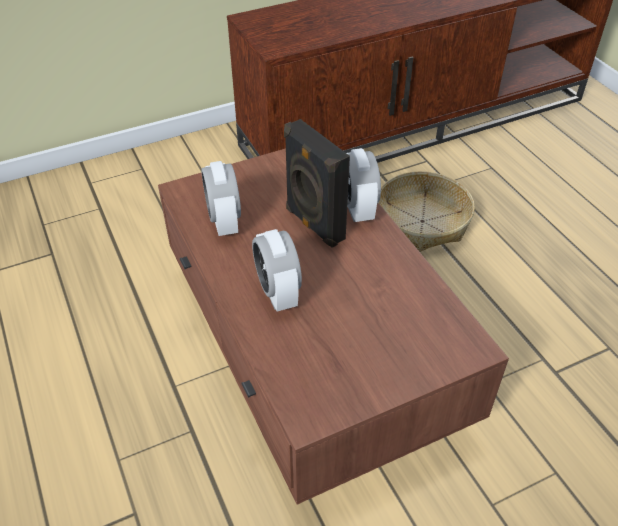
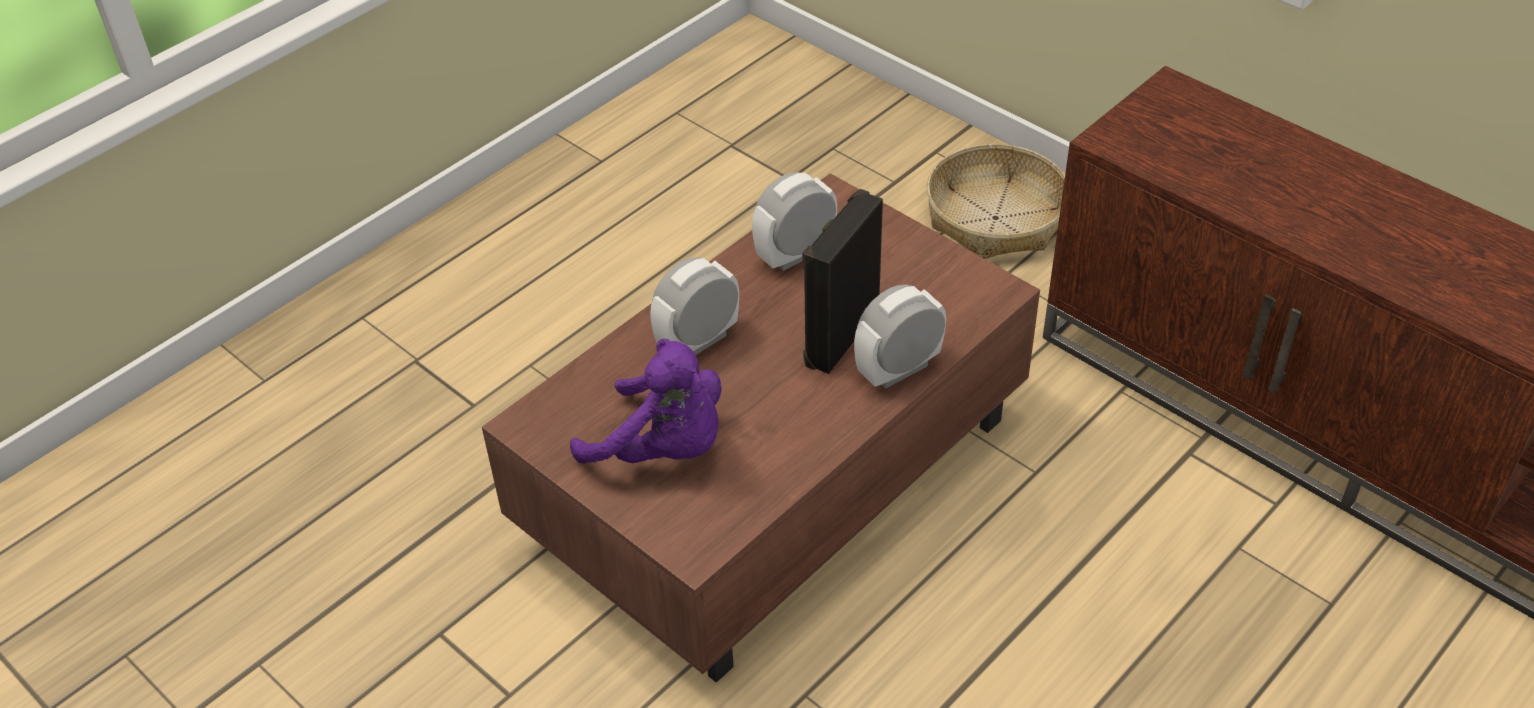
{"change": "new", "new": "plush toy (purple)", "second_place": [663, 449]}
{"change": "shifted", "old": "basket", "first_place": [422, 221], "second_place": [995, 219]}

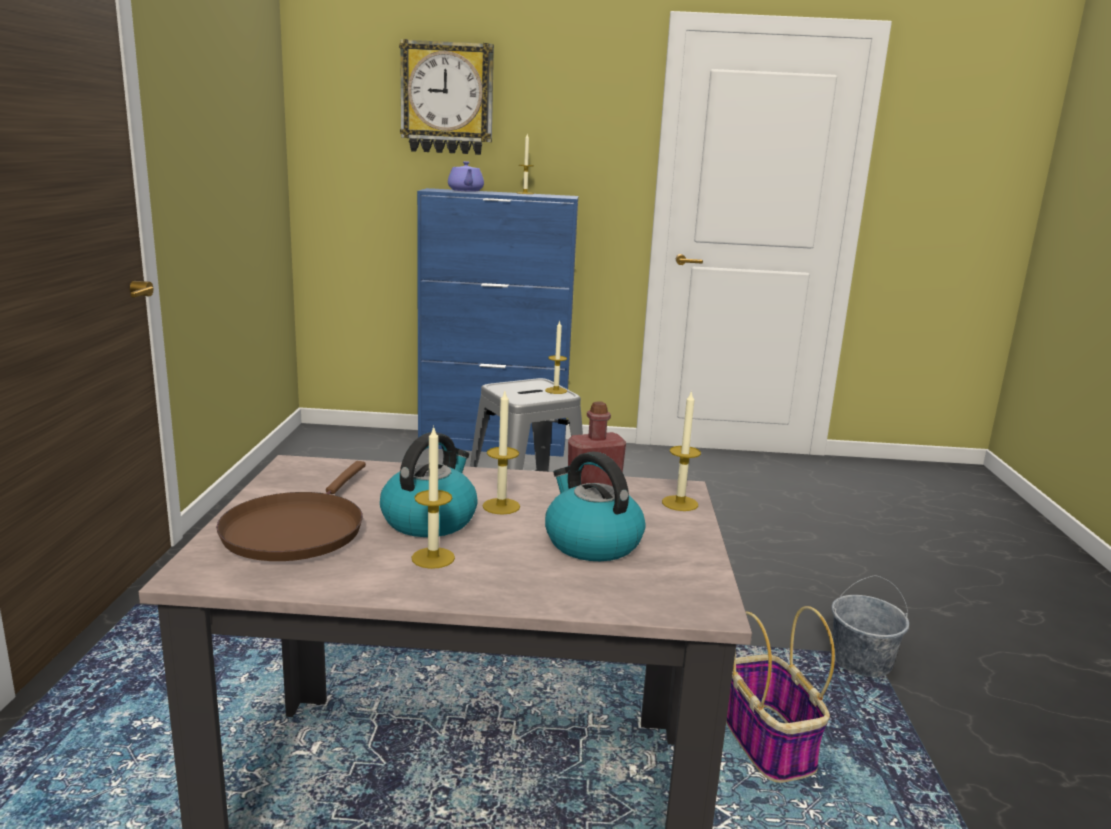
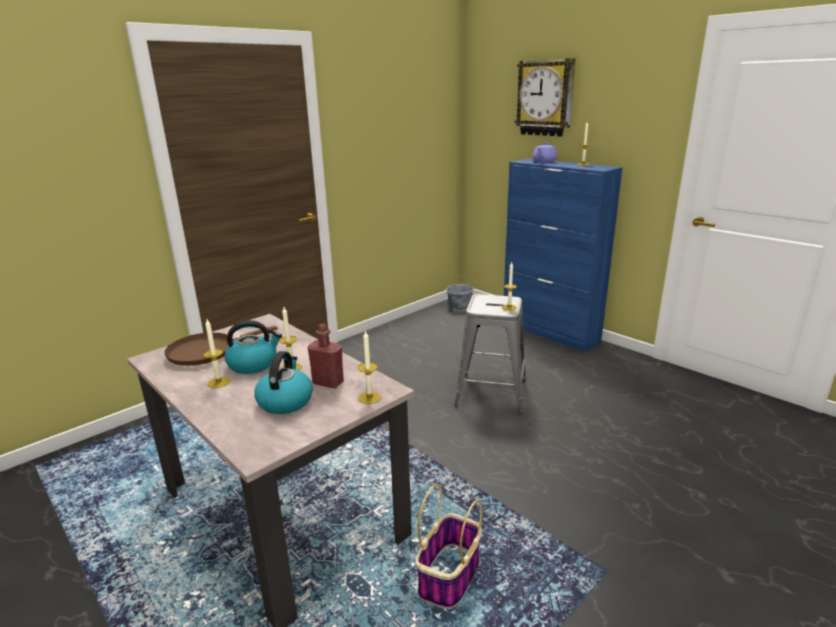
{"change": "shifted", "old": "bucket (grey)", "first_place": [860, 660], "second_place": [459, 306]}

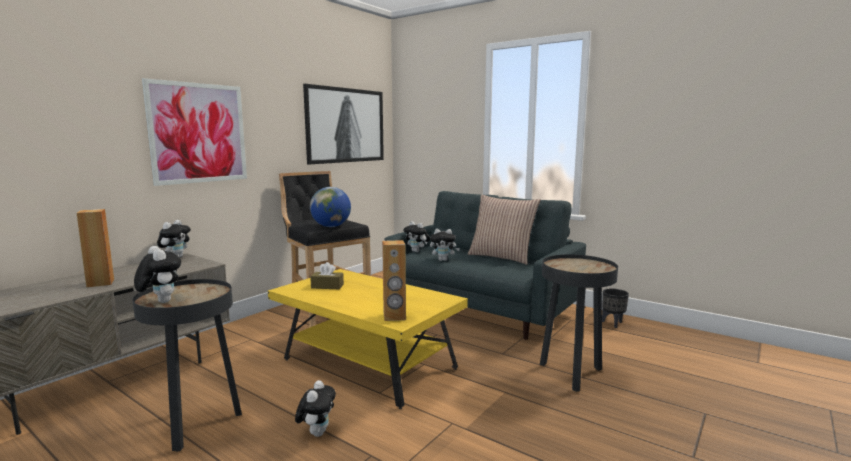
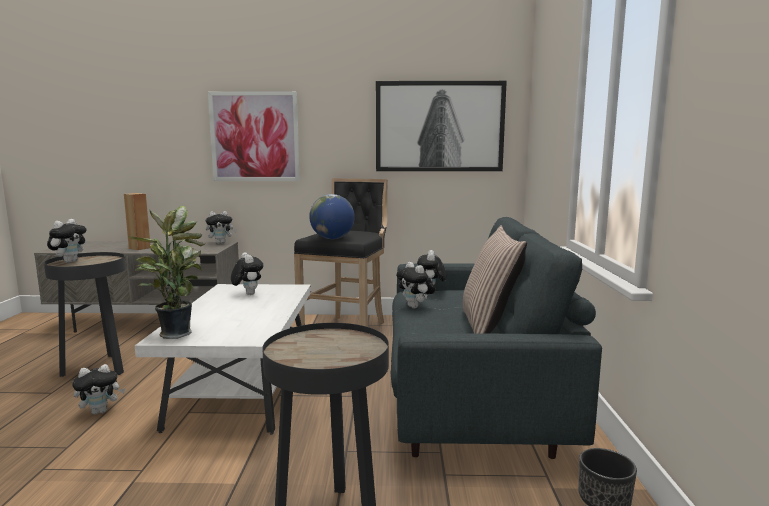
{"change": "swapped", "old": "tissue box (brown)", "new": "plush toy", "first_place": [327, 286], "second_place": [247, 294]}
{"change": "swapped", "old": "speaker (brown)", "new": "potted plant", "first_place": [394, 317], "second_place": [176, 333]}
{"change": "repainted", "old": "coffee table (yellow)", "new": "coffee table (white)", "first_place": [368, 364], "second_place": [244, 388]}

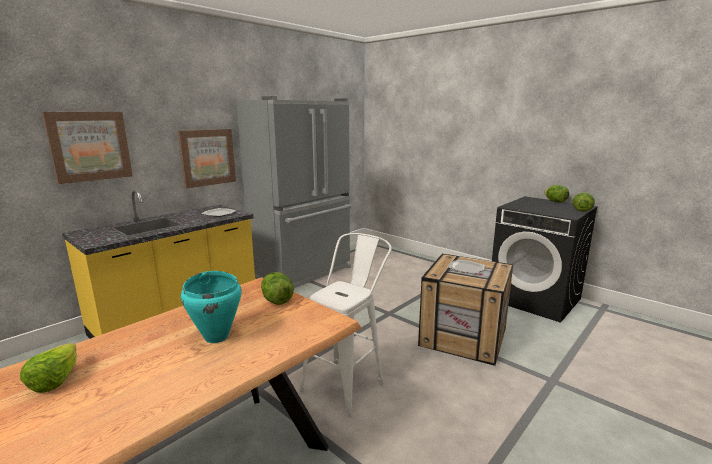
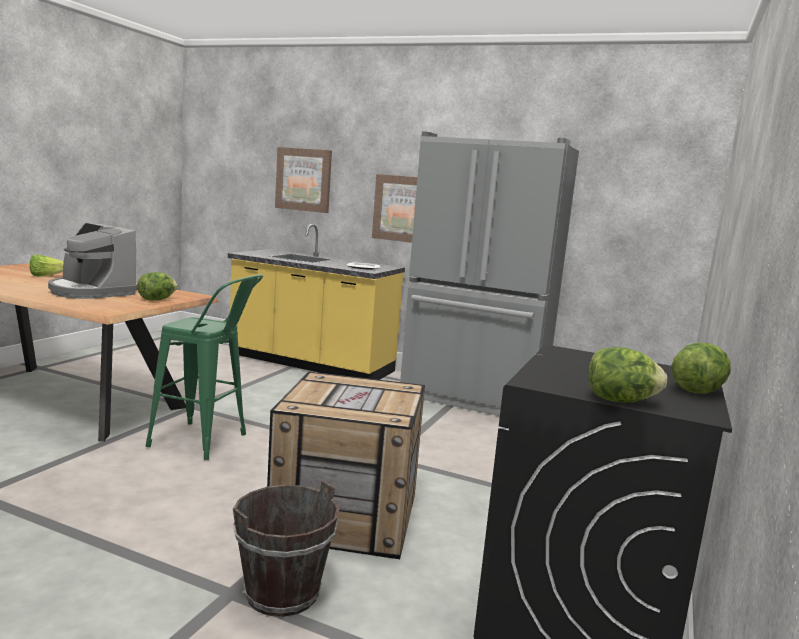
{"change": "gone", "old": "plate", "first_place": [466, 268]}
{"change": "new", "new": "bucket (brown)", "second_place": [282, 594]}
{"change": "swapped", "old": "cooking pot (turquoise)", "new": "coffee machine", "first_place": [217, 337], "second_place": [91, 292]}
{"change": "repainted", "old": "stool (white)", "new": "stool (green)", "first_place": [348, 382], "second_place": [206, 443]}

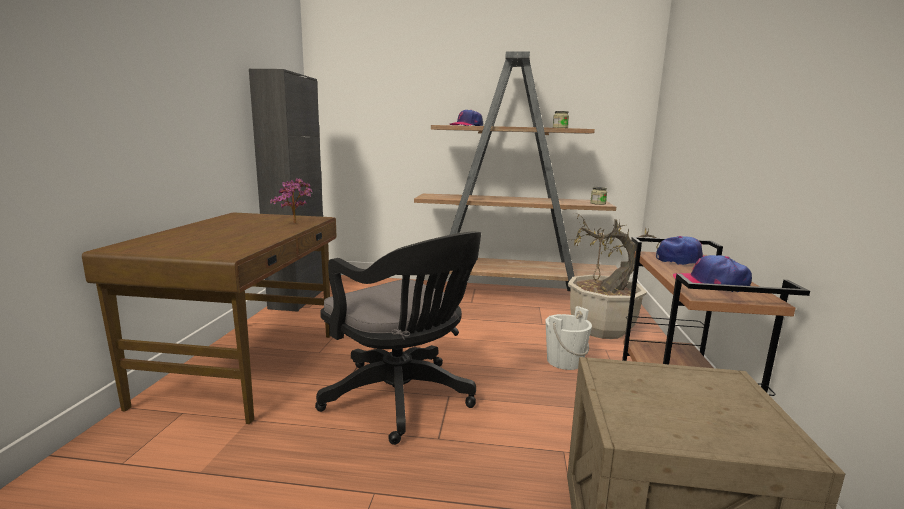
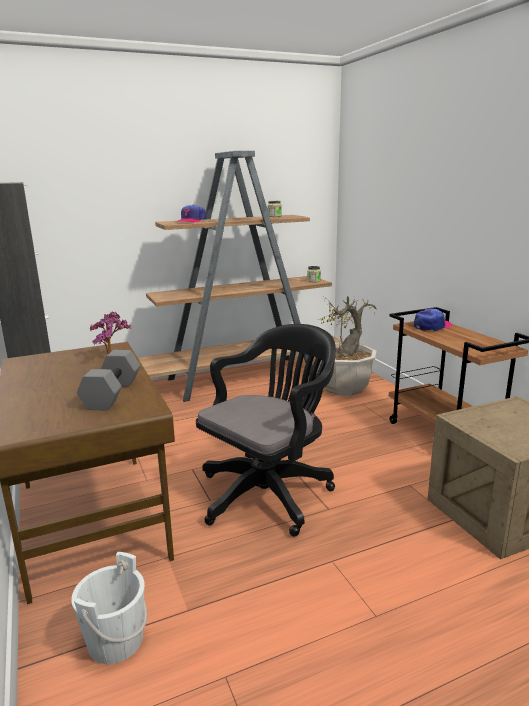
{"change": "gone", "old": "cap", "first_place": [710, 283]}
{"change": "new", "new": "dumbbell (grey)", "second_place": [111, 393]}
{"change": "shifted", "old": "bucket (white)", "first_place": [564, 361], "second_place": [115, 640]}
{"change": "rotated", "old": "office chair (black)", "first_place": [403, 399], "second_place": [270, 491], "degrees": -60}

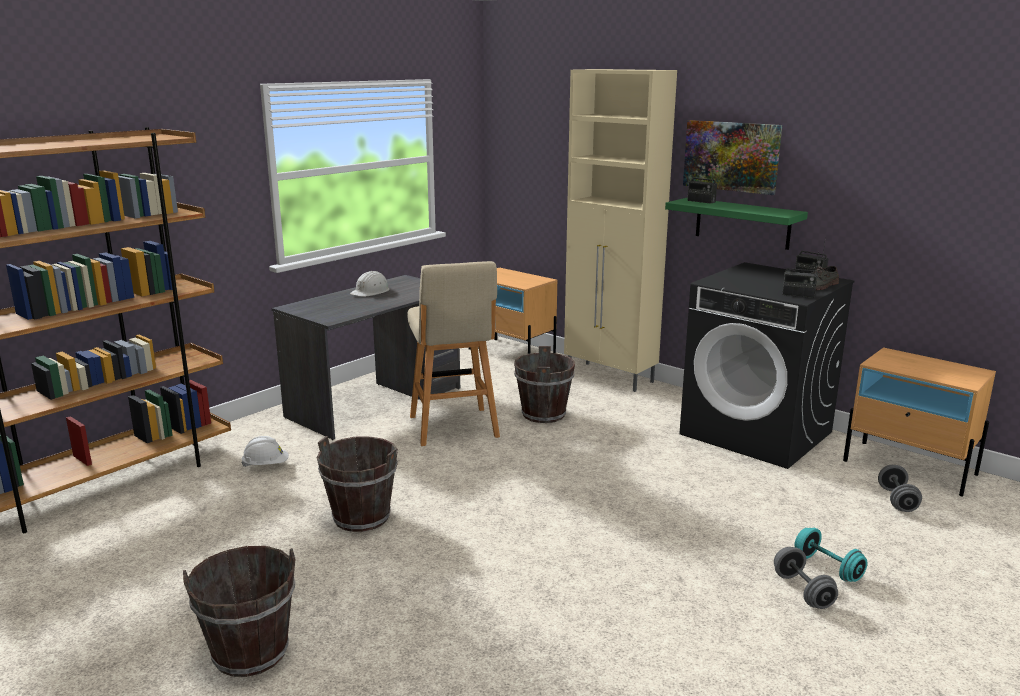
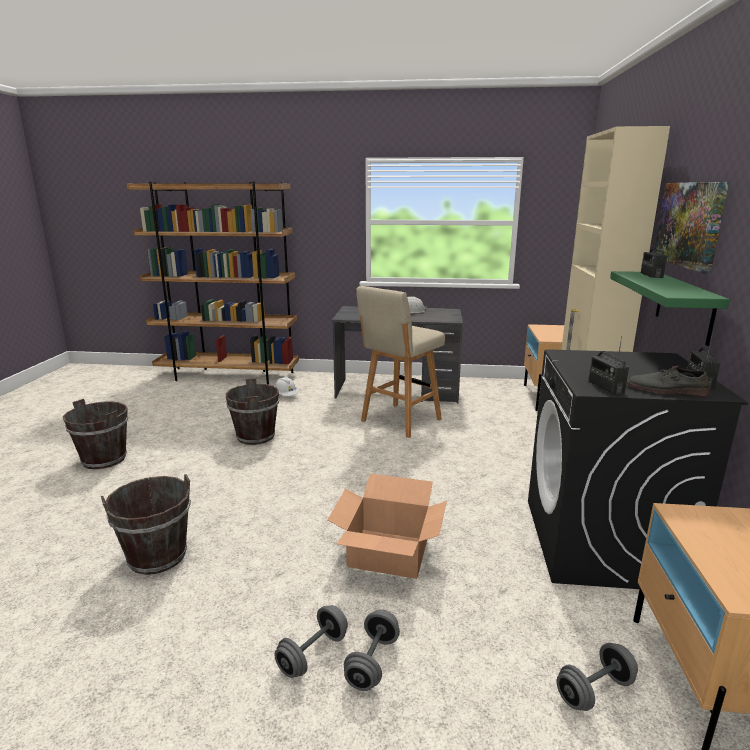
{"change": "new", "new": "cardboard box", "second_place": [388, 553]}
{"change": "shifted", "old": "bucket (brown)", "first_place": [544, 414], "second_place": [157, 557]}
{"change": "repainted", "old": "dumbbell (turquoise)", "new": "dumbbell (grey)", "first_place": [828, 568], "second_place": [372, 662]}

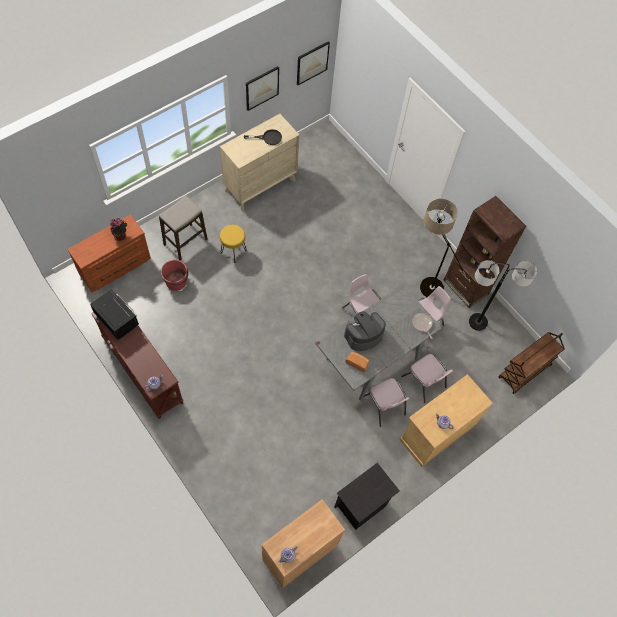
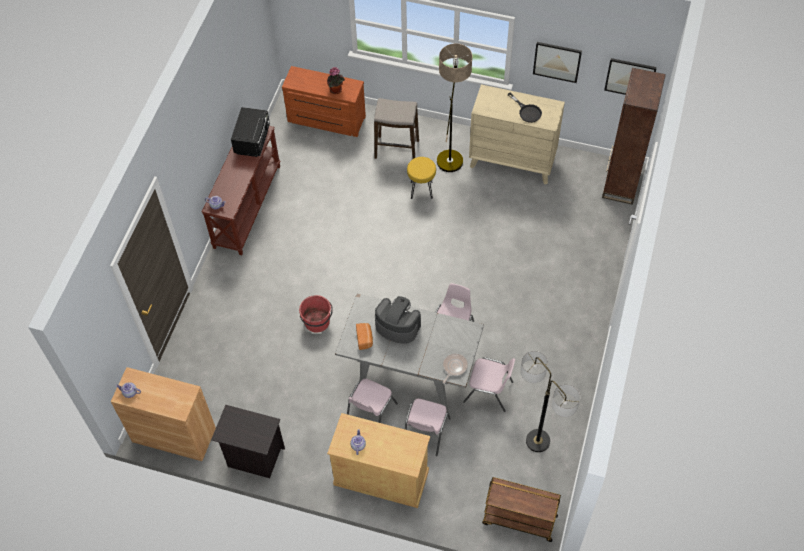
{"change": "shifted", "old": "bucket (red)", "first_place": [176, 281], "second_place": [317, 322]}
{"change": "shifted", "old": "floor lamp", "first_place": [424, 281], "second_place": [451, 153]}
{"change": "shifted", "old": "bookcase (brown)", "first_place": [466, 287], "second_place": [621, 183]}

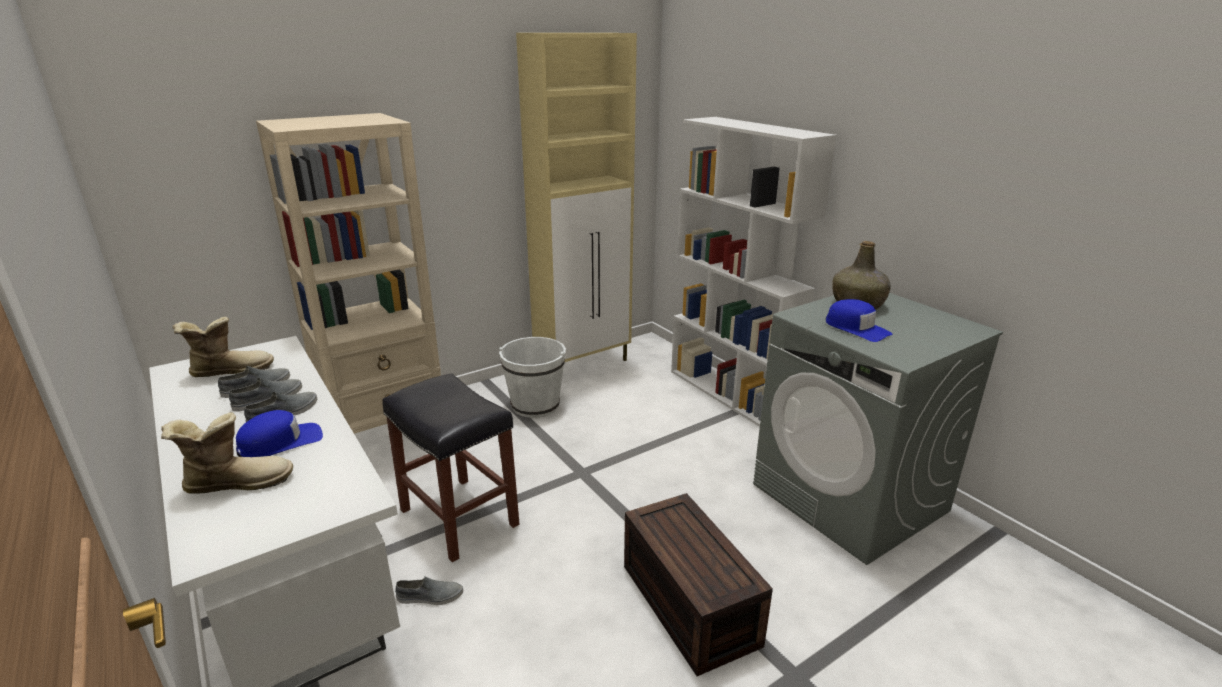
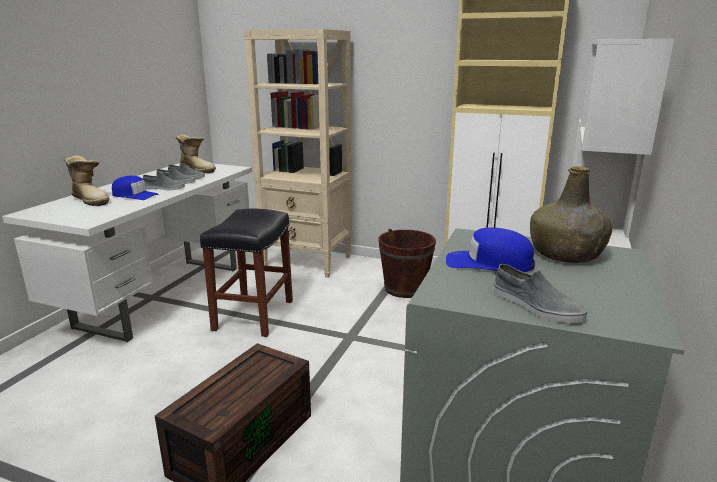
{"change": "shifted", "old": "shoe (grey)", "first_place": [430, 596], "second_place": [535, 306]}
{"change": "repainted", "old": "bucket (white)", "new": "bucket (brown)", "first_place": [535, 405], "second_place": [405, 288]}
{"change": "rotated", "old": "cap (blue)", "first_place": [856, 328], "second_place": [489, 263], "degrees": 90}

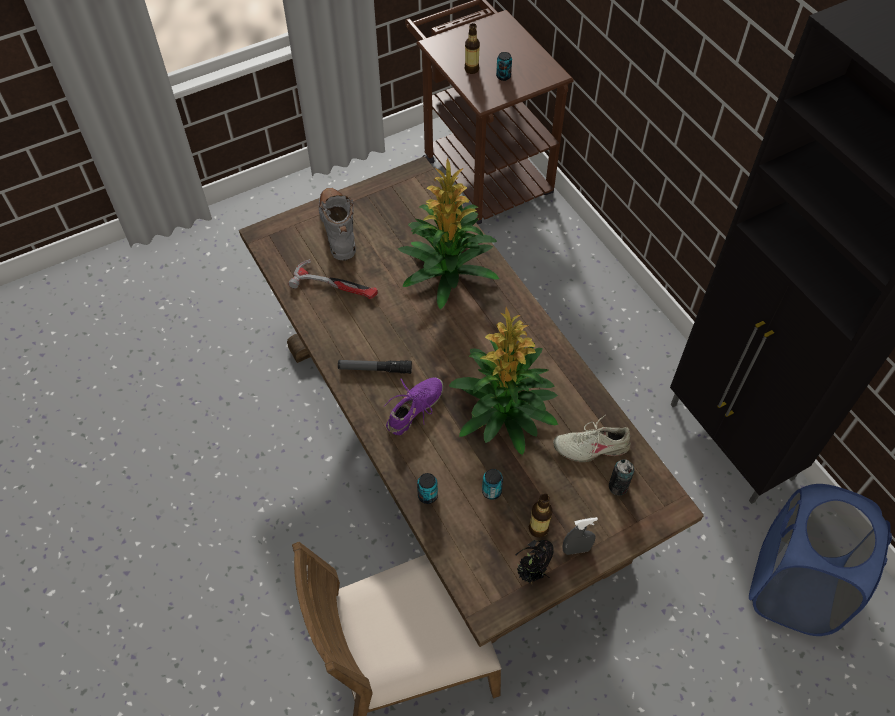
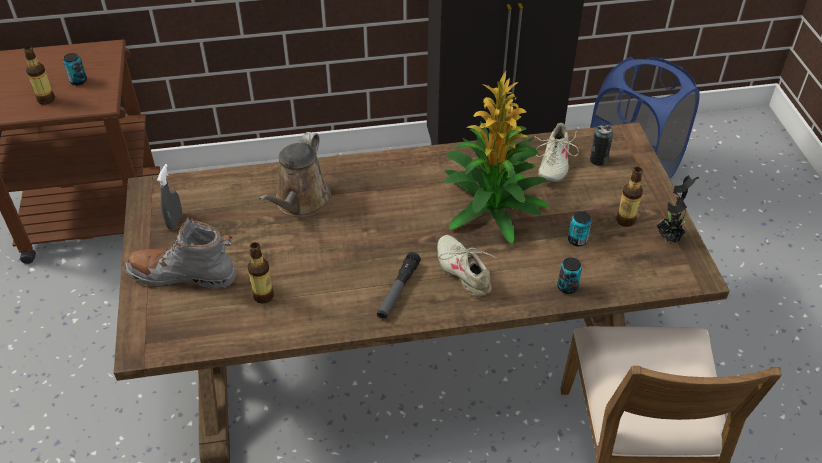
{"change": "shifted", "old": "spray bottle (grey)", "first_place": [576, 549], "second_place": [175, 221]}
{"change": "swapped", "old": "hammer", "new": "bottle", "first_place": [336, 284], "second_place": [263, 296]}
{"change": "swapped", "old": "potted plant", "new": "watering can (brown)", "first_place": [446, 270], "second_place": [300, 202]}
{"change": "repainted", "old": "shoe (purple)", "new": "shoe (beige)", "first_place": [415, 410], "second_place": [464, 271]}

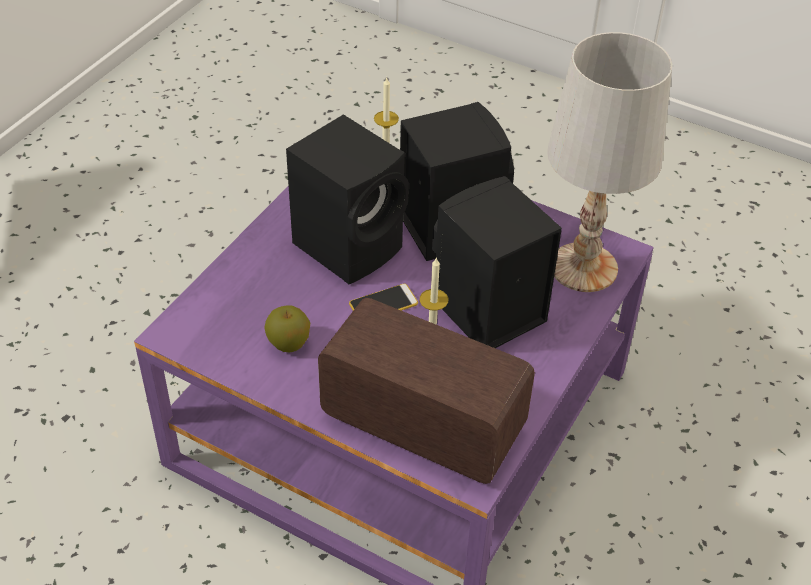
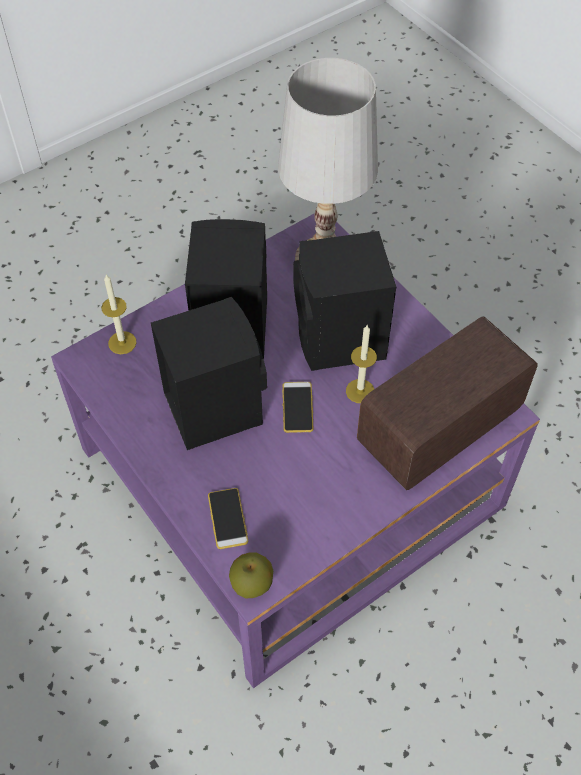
{"change": "new", "new": "phone", "second_place": [228, 518]}
{"change": "shifted", "old": "apple", "first_place": [288, 343], "second_place": [251, 584]}

